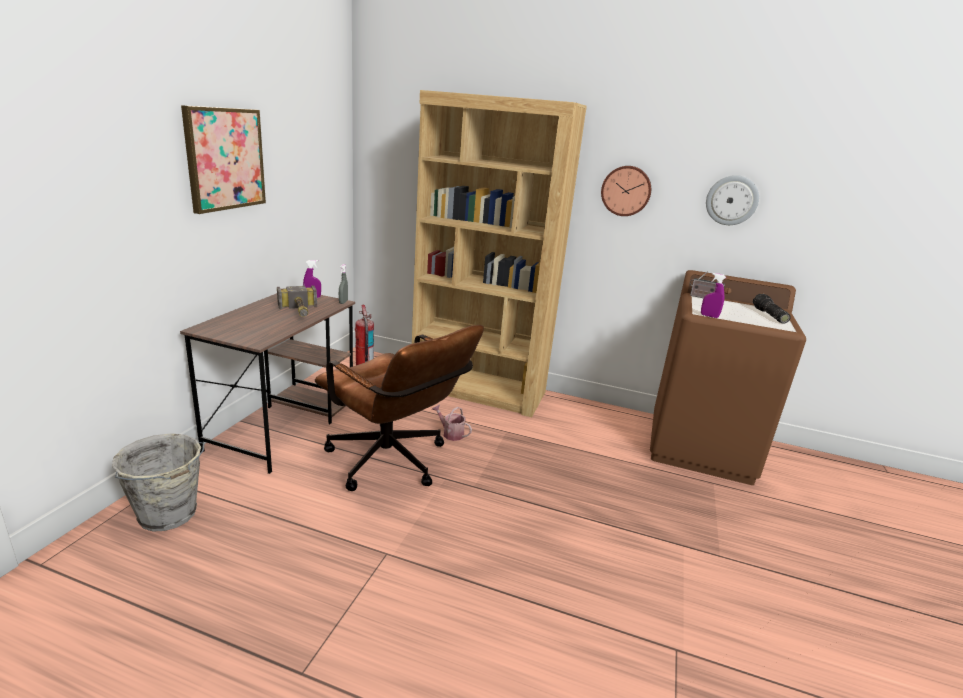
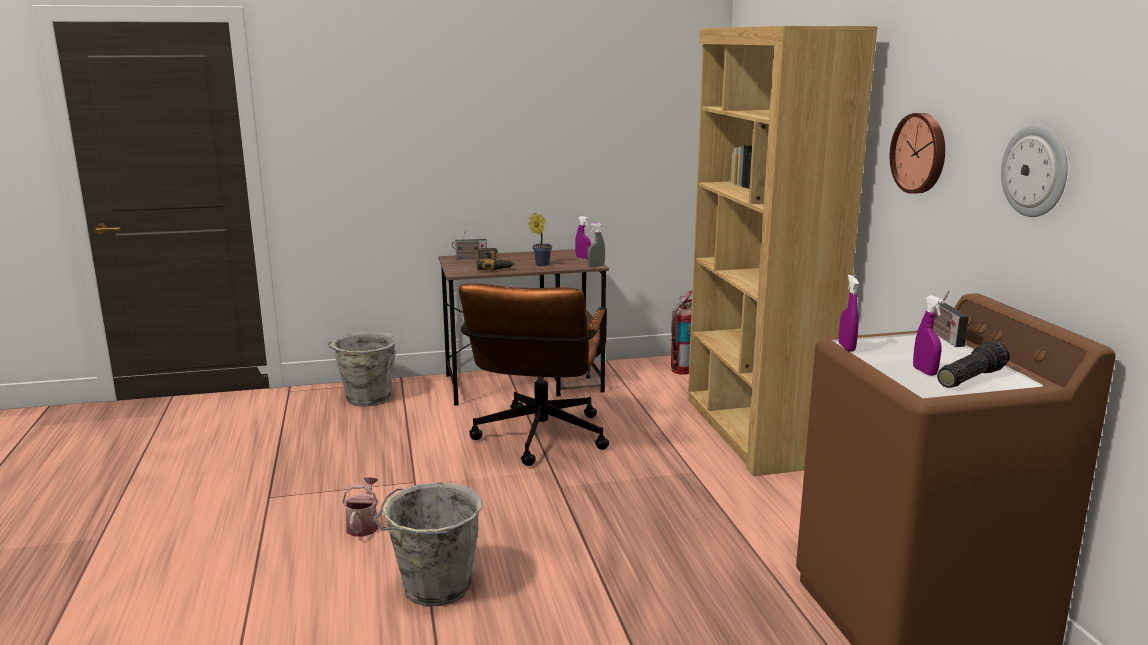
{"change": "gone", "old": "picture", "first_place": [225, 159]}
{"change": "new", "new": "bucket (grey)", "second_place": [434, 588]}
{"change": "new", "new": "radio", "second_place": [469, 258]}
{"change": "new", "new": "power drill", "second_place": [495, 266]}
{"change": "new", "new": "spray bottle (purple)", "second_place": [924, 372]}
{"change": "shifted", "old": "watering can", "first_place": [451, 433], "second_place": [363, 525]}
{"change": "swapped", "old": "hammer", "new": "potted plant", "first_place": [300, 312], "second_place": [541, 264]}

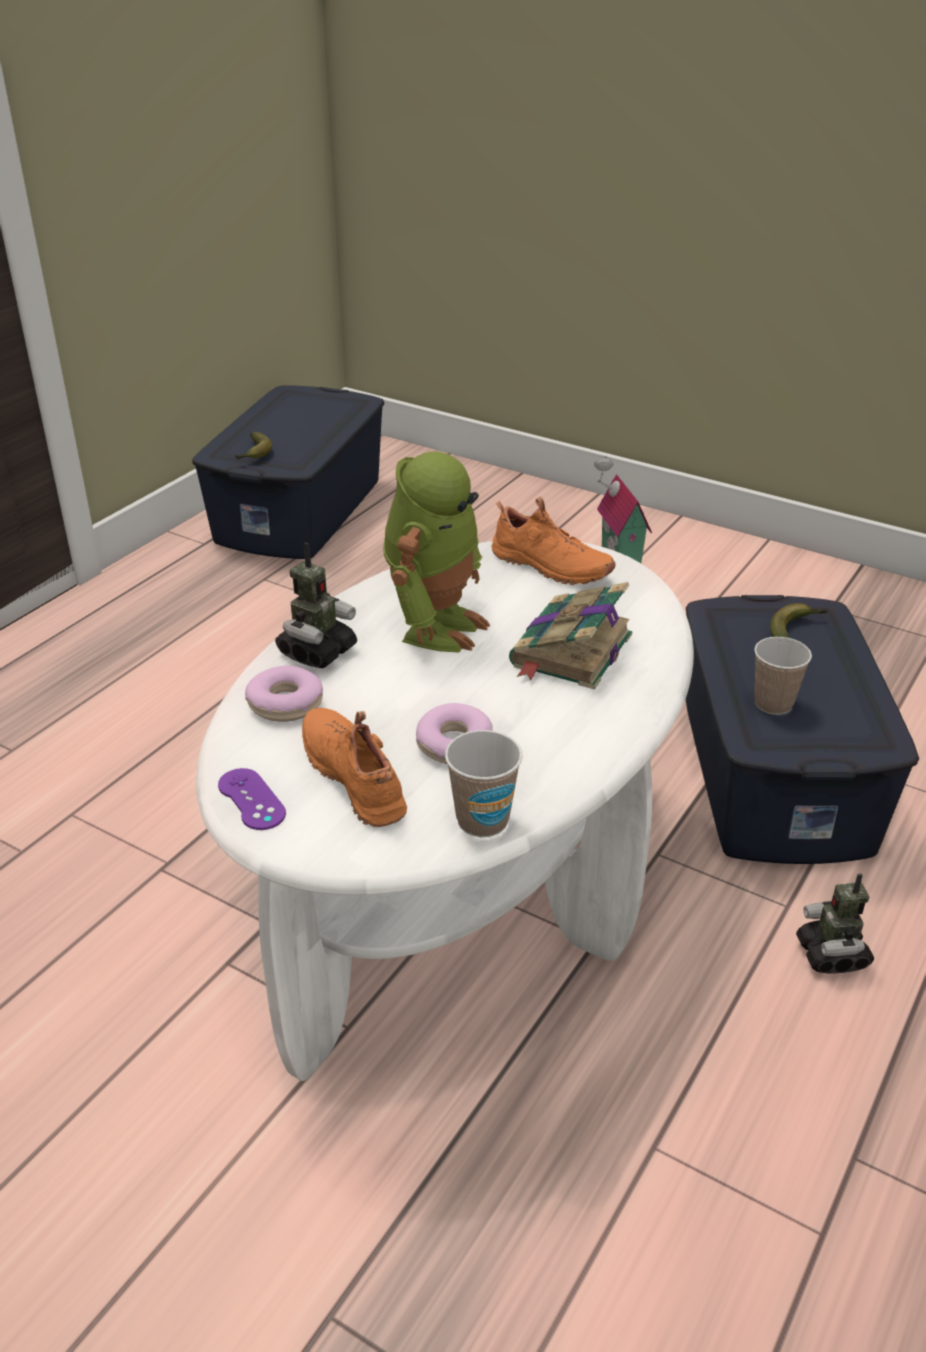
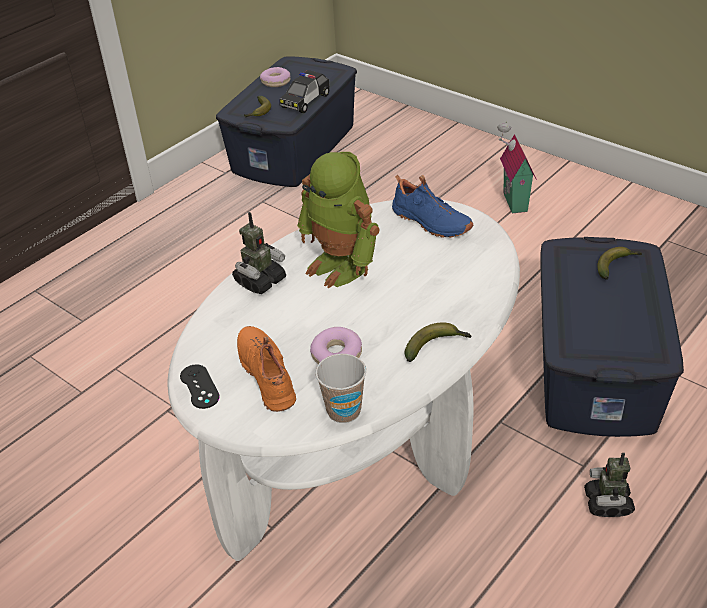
{"change": "gone", "old": "book", "first_place": [570, 652]}
{"change": "gone", "old": "cup", "first_place": [773, 704]}
{"change": "new", "new": "toy car", "second_place": [305, 101]}
{"change": "new", "new": "banana", "second_place": [436, 346]}
{"change": "shifted", "old": "donut", "first_place": [285, 704], "second_place": [275, 82]}
{"change": "repainted", "old": "game controller (purple)", "new": "game controller (black)", "first_place": [251, 799], "second_place": [199, 386]}
{"change": "repainted", "old": "shoe (orange)", "new": "shoe (blue)", "first_place": [549, 568], "second_place": [430, 223]}
{"change": "rotated", "old": "toy robot", "first_place": [435, 626], "second_place": [342, 265], "degrees": 105}

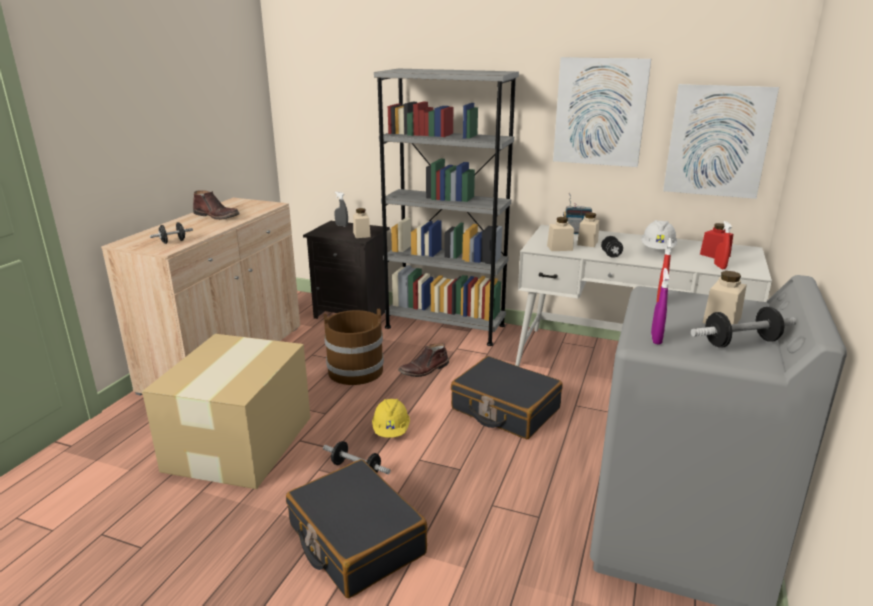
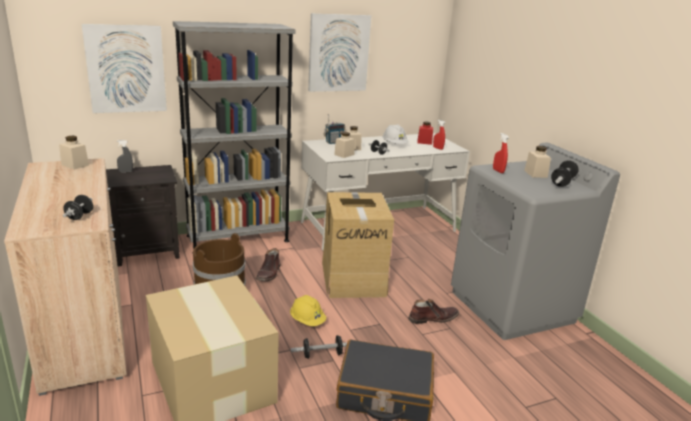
{"change": "gone", "old": "spray bottle (purple)", "first_place": [656, 339]}
{"change": "shifted", "old": "boot (brown)", "first_place": [217, 216], "second_place": [432, 318]}
{"change": "shifted", "old": "jar (beige)", "first_place": [361, 235], "second_place": [75, 165]}
{"change": "shifted", "old": "picture", "first_place": [717, 141], "second_place": [126, 69]}
{"change": "swapped", "old": "suitcase (black)", "new": "cardboard box", "first_place": [505, 409], "second_place": [353, 278]}

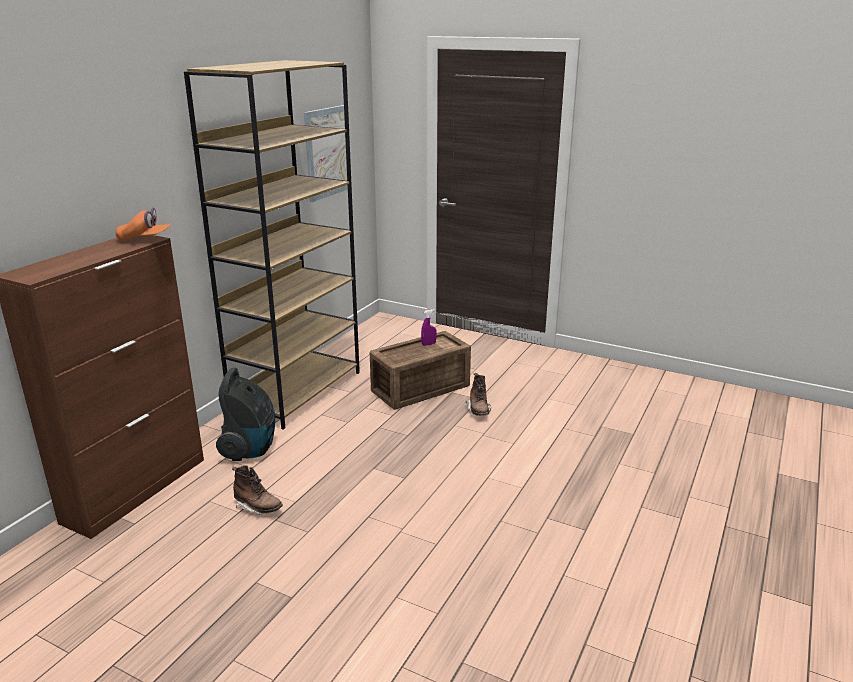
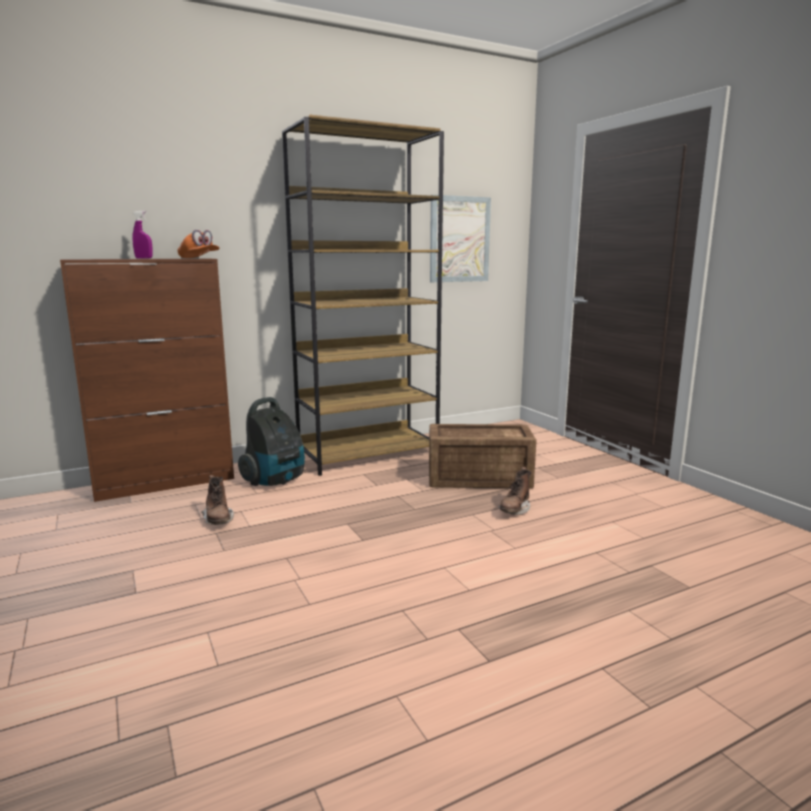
{"change": "shifted", "old": "spray bottle (purple)", "first_place": [428, 344], "second_place": [144, 258]}

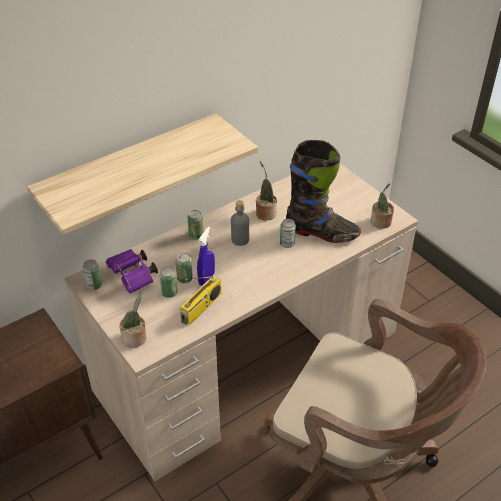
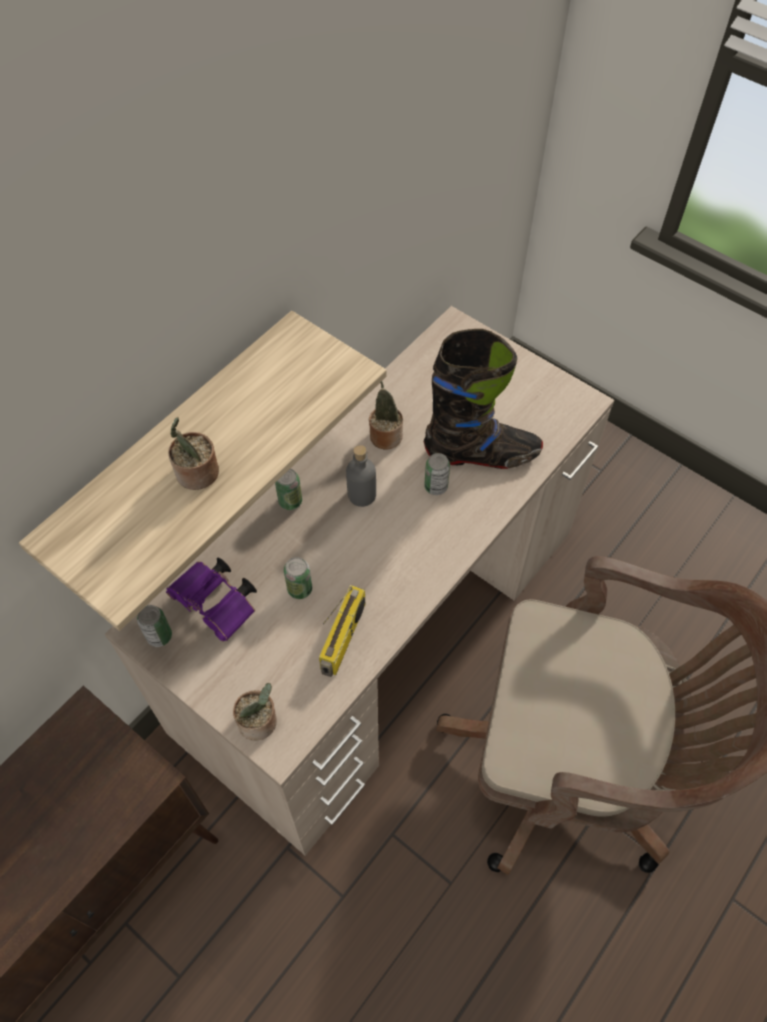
{"change": "gone", "old": "can", "first_place": [169, 293]}
{"change": "gone", "old": "spray bottle (blue)", "first_place": [206, 279]}
{"change": "shifted", "old": "potted plant", "first_place": [380, 223], "second_place": [197, 475]}

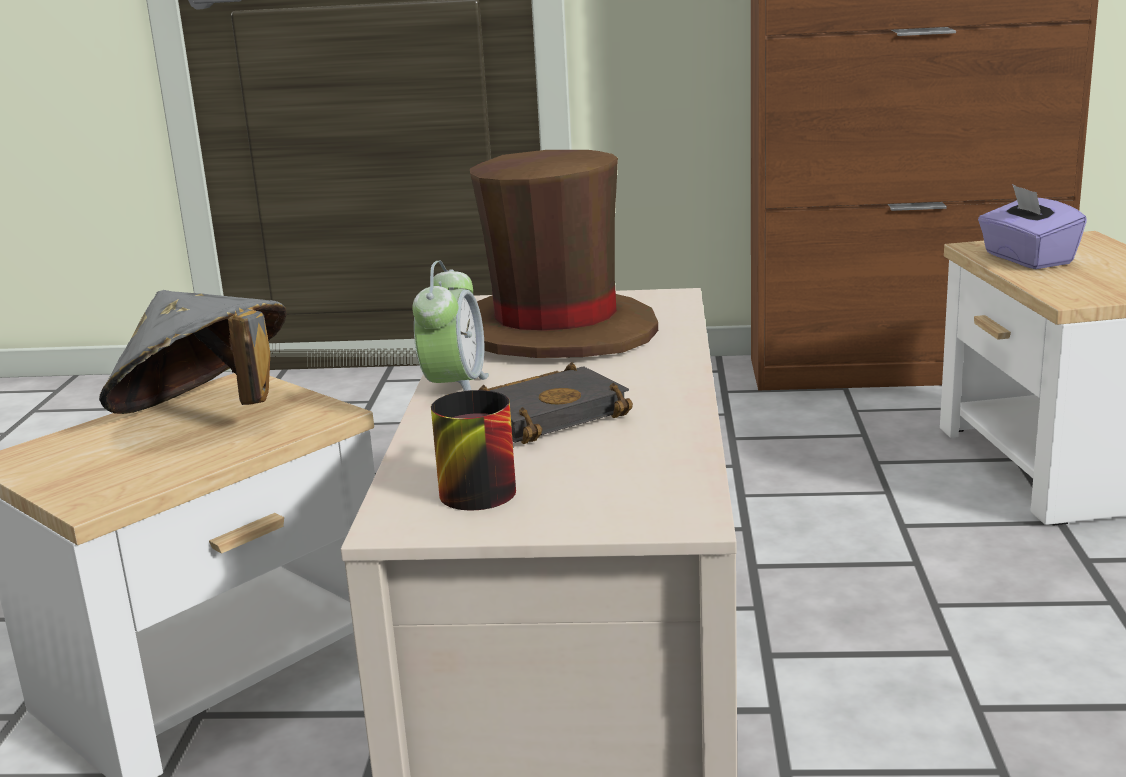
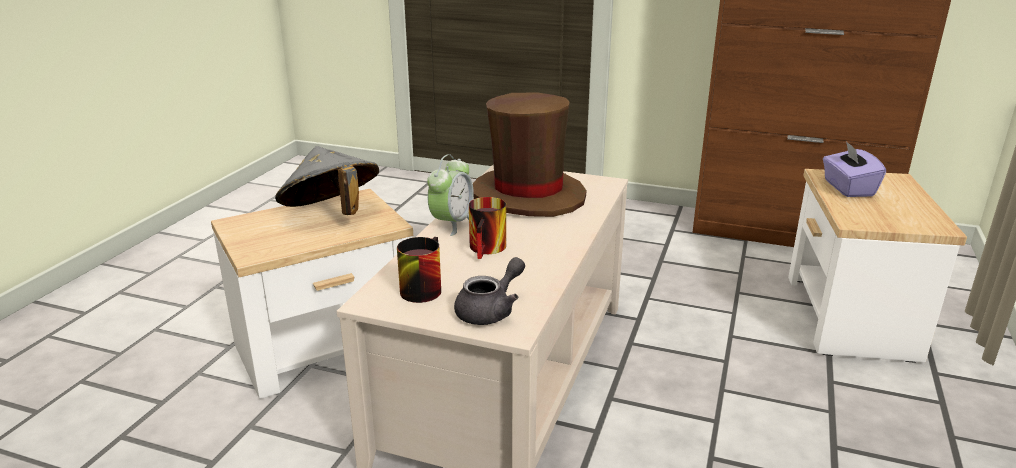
{"change": "new", "new": "teapot (grey)", "second_place": [491, 311]}
{"change": "swapped", "old": "book (black)", "new": "mug", "first_place": [551, 413], "second_place": [489, 249]}

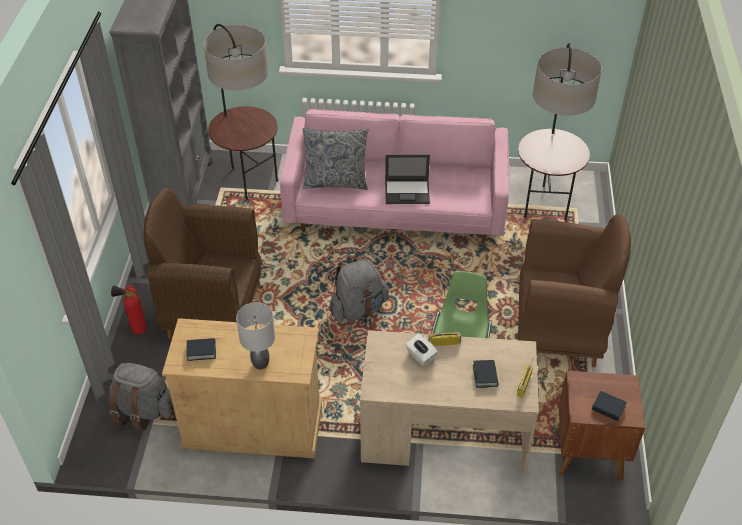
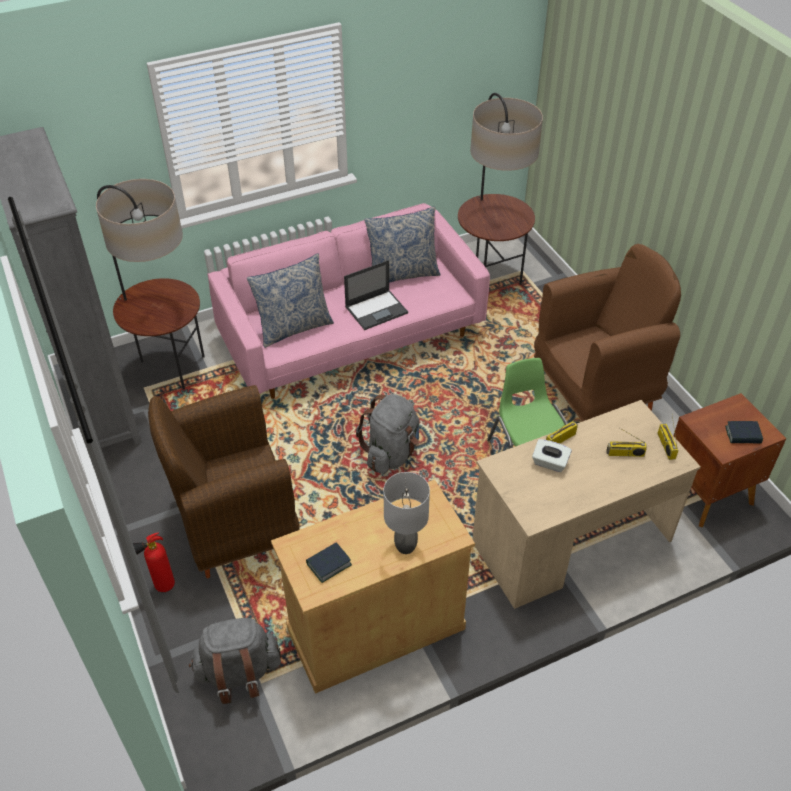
{"change": "new", "new": "pillow", "second_place": [402, 274]}
{"change": "swapped", "old": "book", "new": "radio", "first_place": [485, 375], "second_place": [625, 454]}

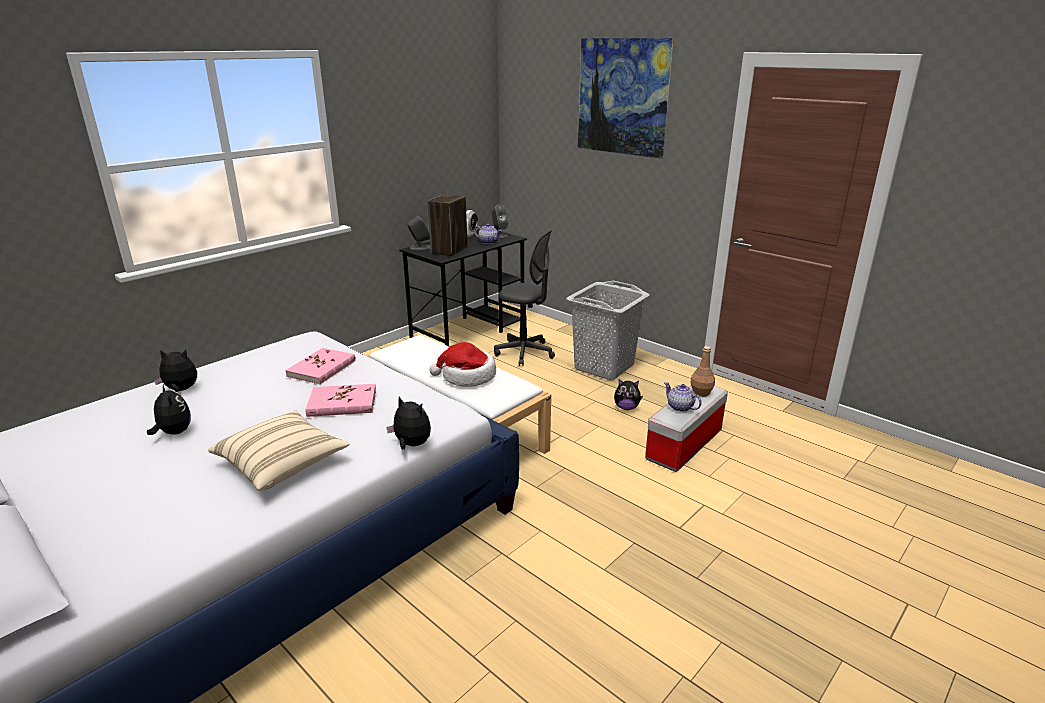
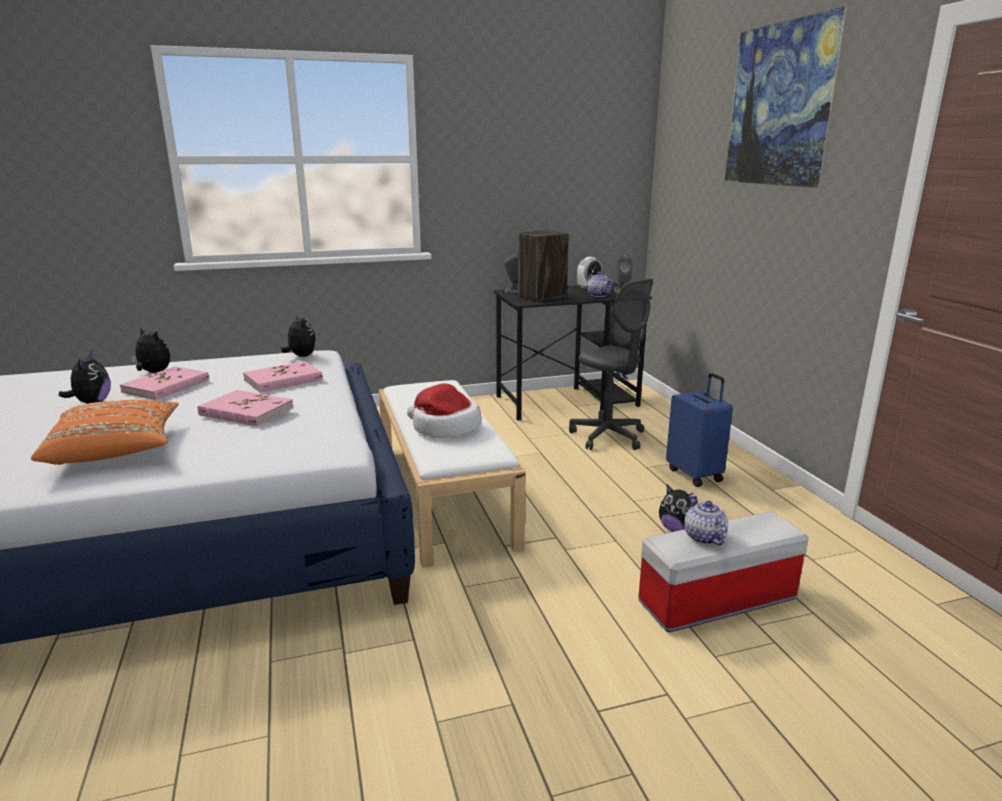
{"change": "gone", "old": "bottle (brown)", "first_place": [701, 392]}
{"change": "new", "new": "book (pink)", "second_place": [167, 386]}
{"change": "shifted", "old": "plush toy", "first_place": [411, 445], "second_place": [301, 356]}
{"change": "swapped", "old": "laundry basket (grey)", "new": "suitcase (blue)", "first_place": [604, 367], "second_place": [695, 474]}
{"change": "repainted", "old": "pillow (beige)", "new": "pillow (orange)", "first_place": [282, 464], "second_place": [116, 450]}

